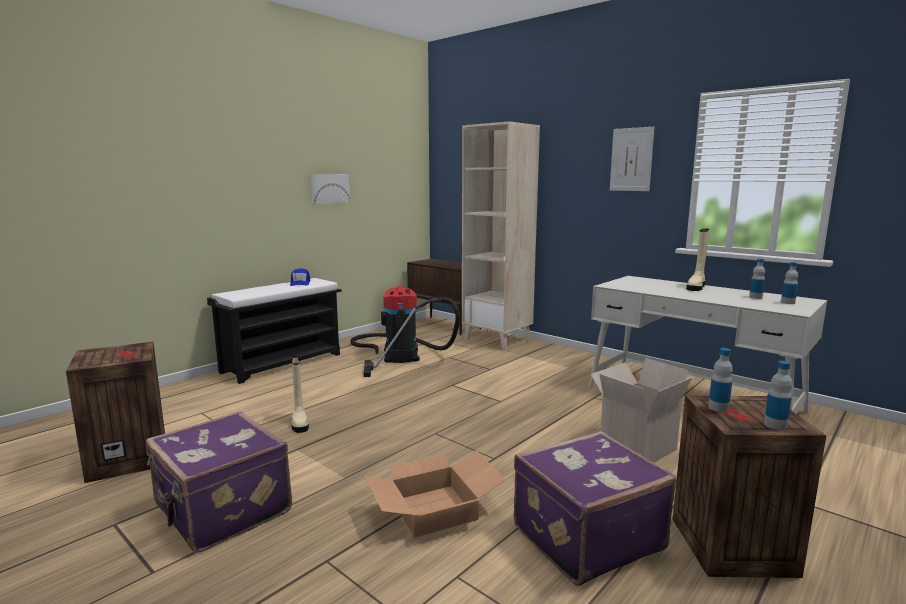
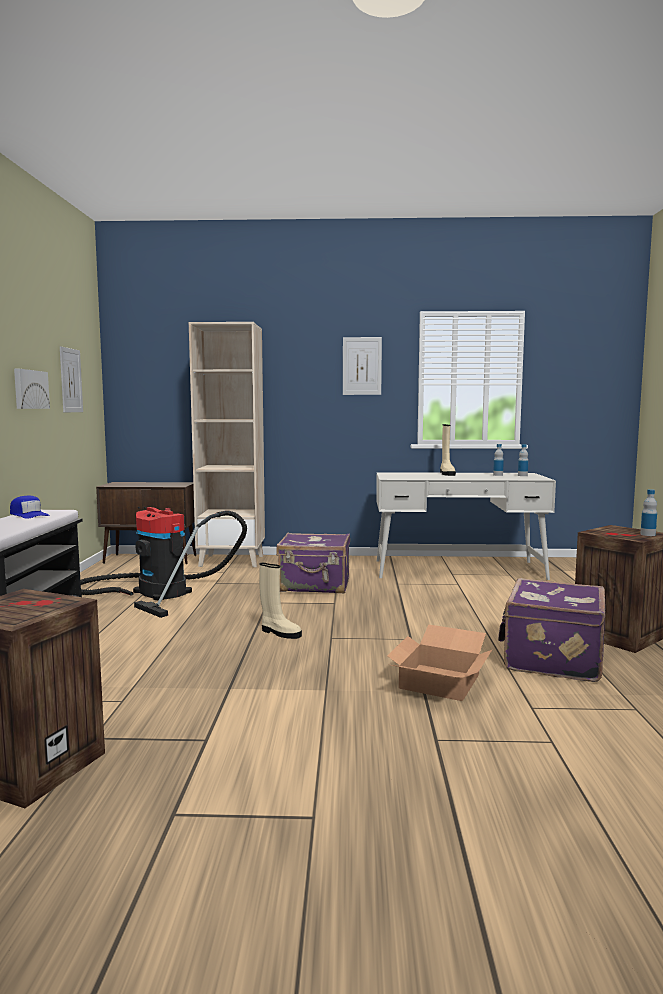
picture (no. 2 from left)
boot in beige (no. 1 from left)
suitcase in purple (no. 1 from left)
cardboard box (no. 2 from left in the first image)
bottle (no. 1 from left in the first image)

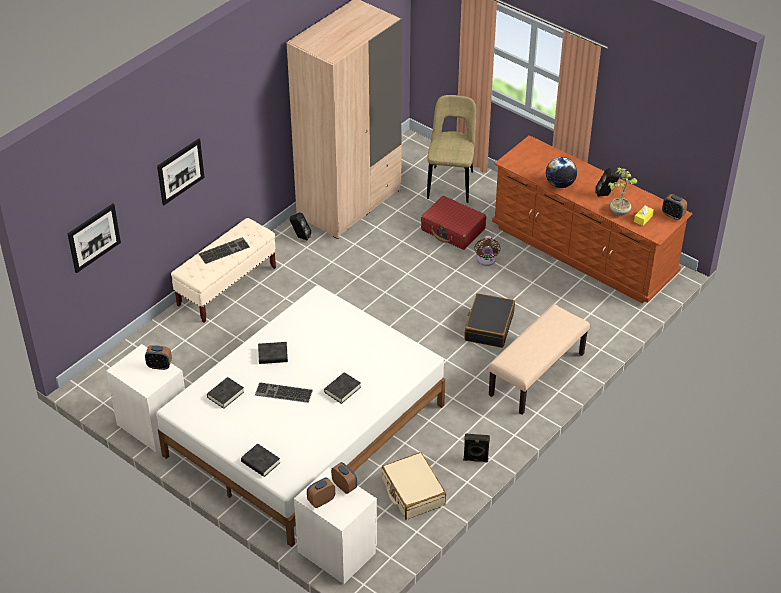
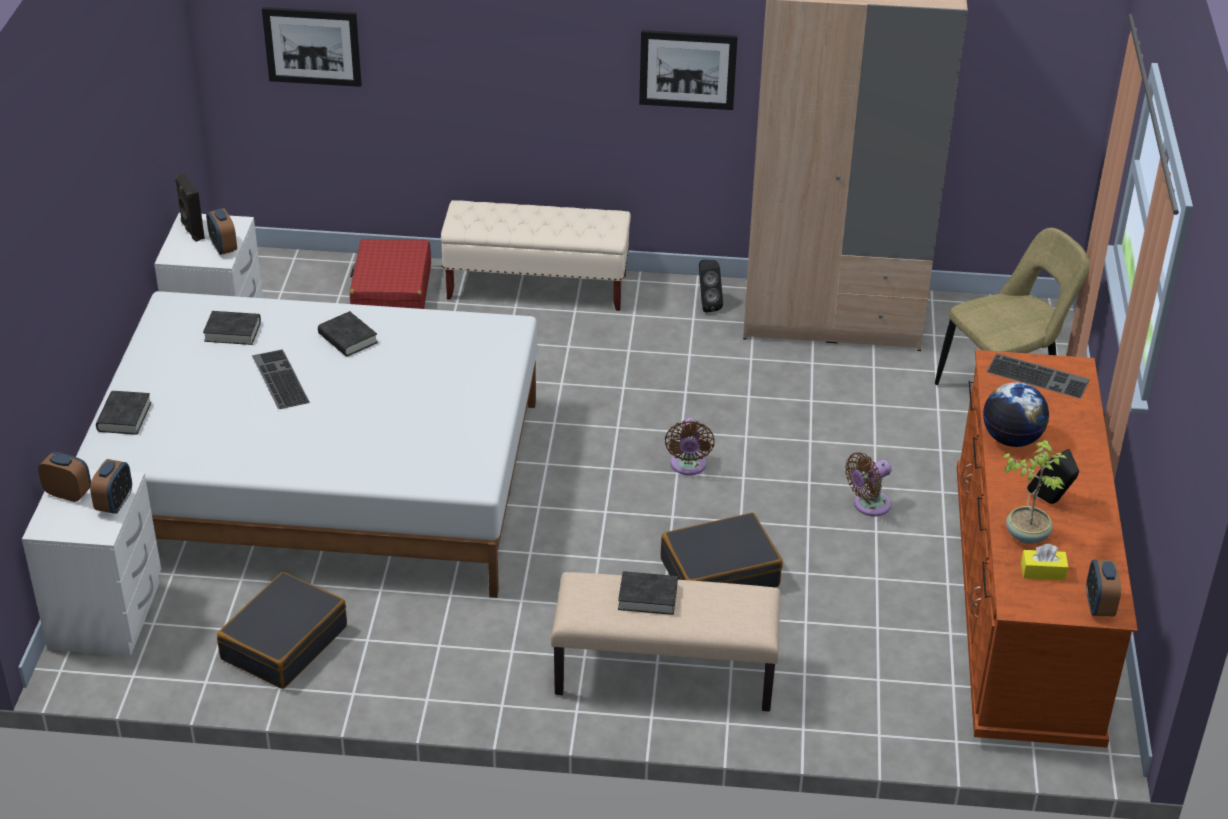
speaker in black (no. 1 from left)
suitcase in black (no. 1 from left)
suitcase in red
book in black (no. 4 from left)
picture (no. 2 from left)
fan in brown (no. 1 from left)
keyboard (no. 2 from left)

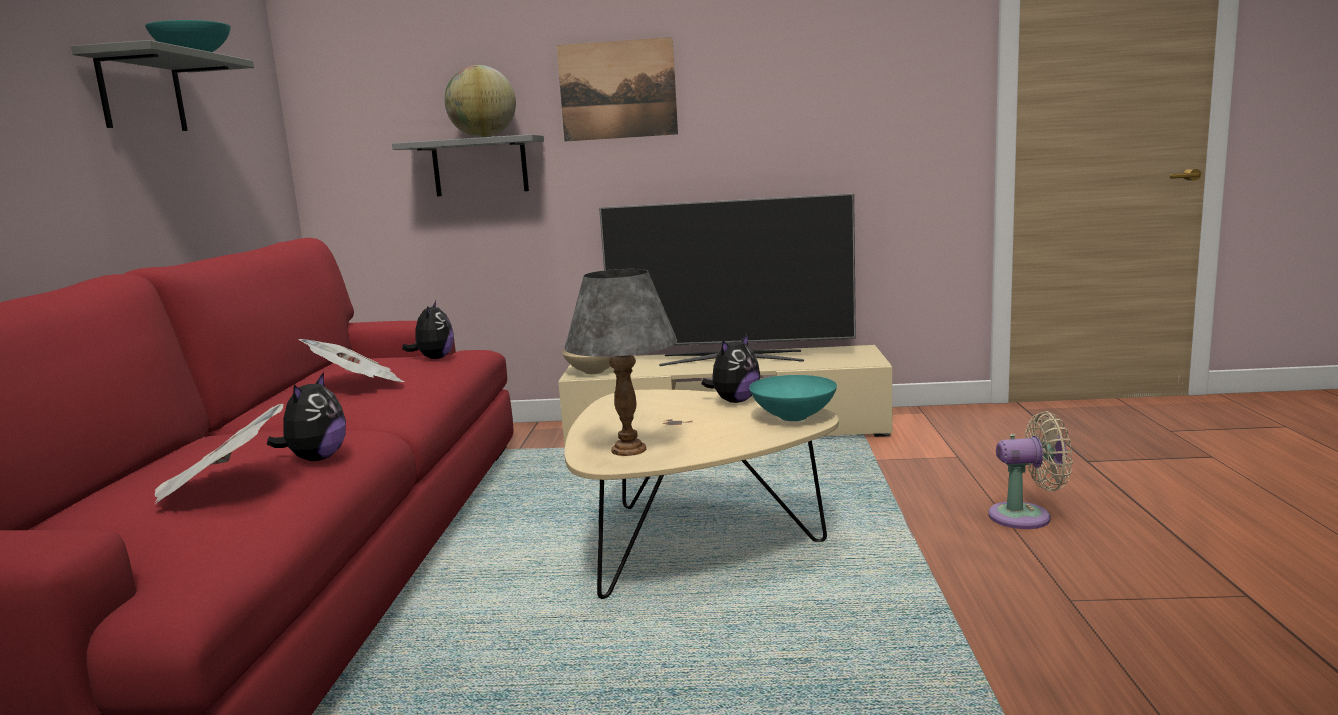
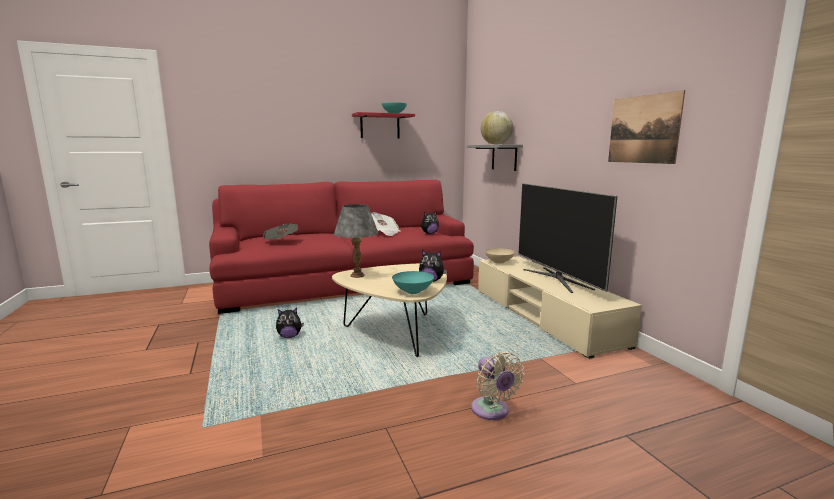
plush toy (no. 1 from left)
shelf in red
picture

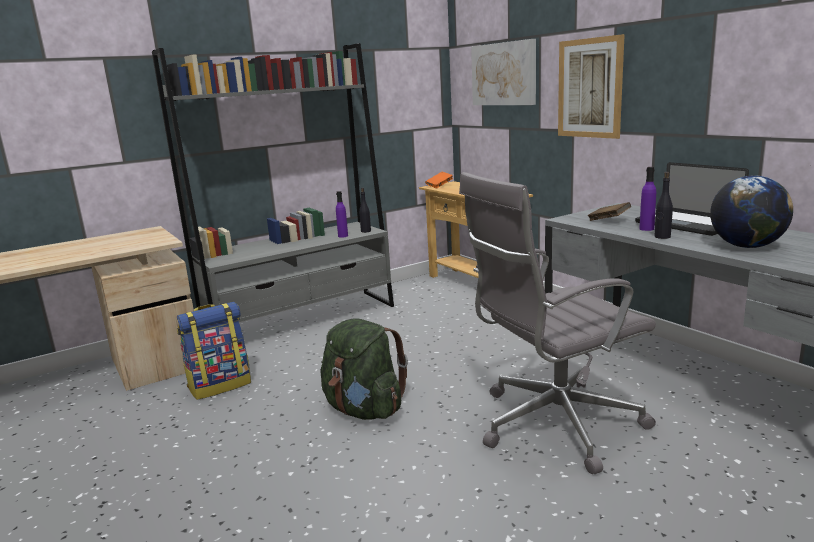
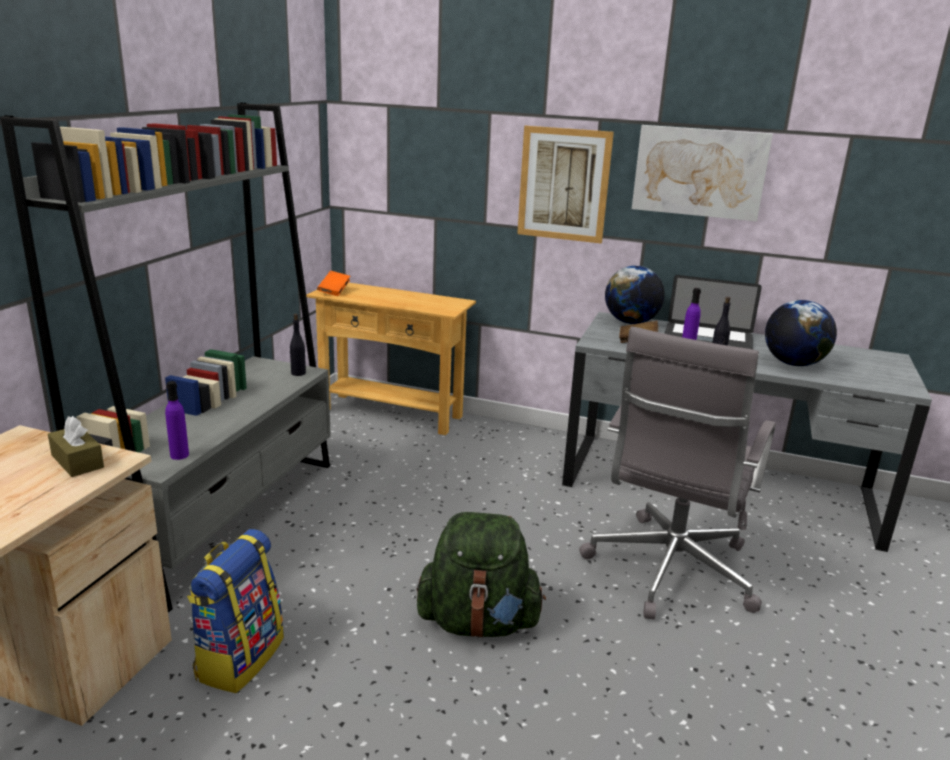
tissue box in brown
bottle in purple (no. 1 from left)
globe (no. 1 from left)
picture (no. 2 from left)

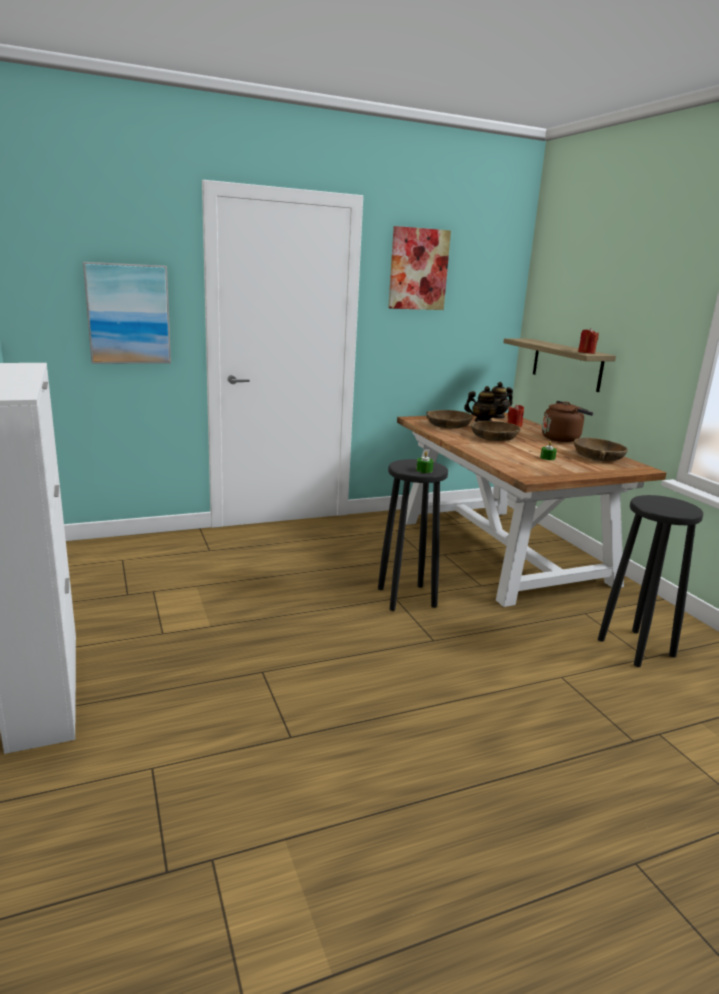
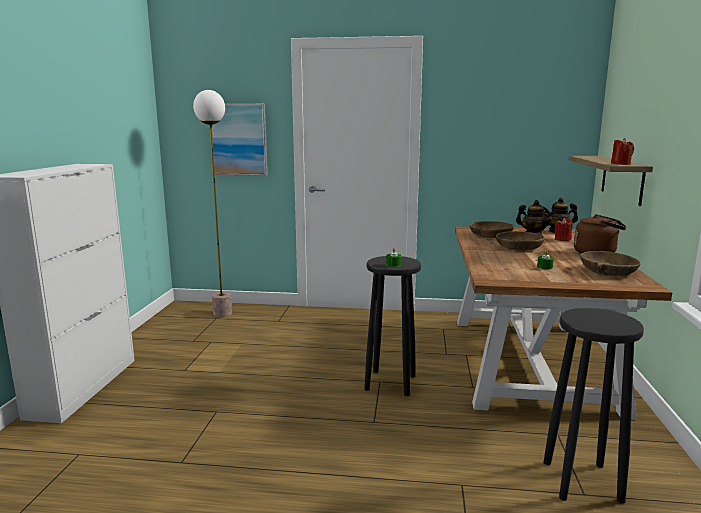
floor lamp
picture (no. 2 from left in the first image)

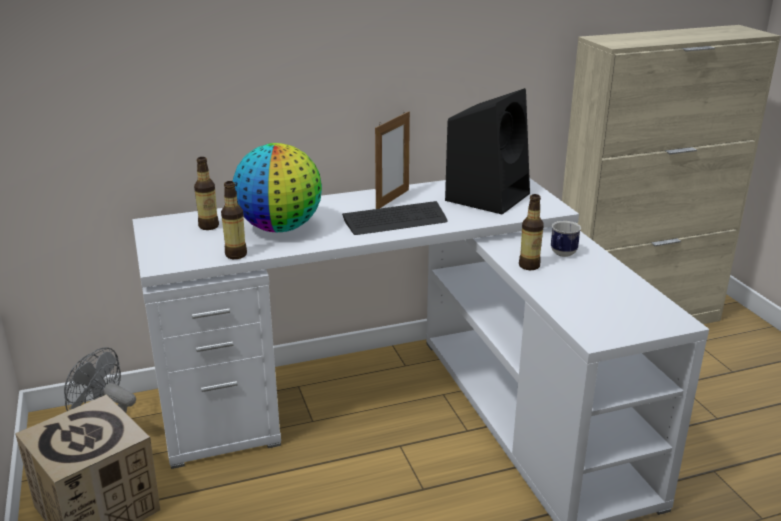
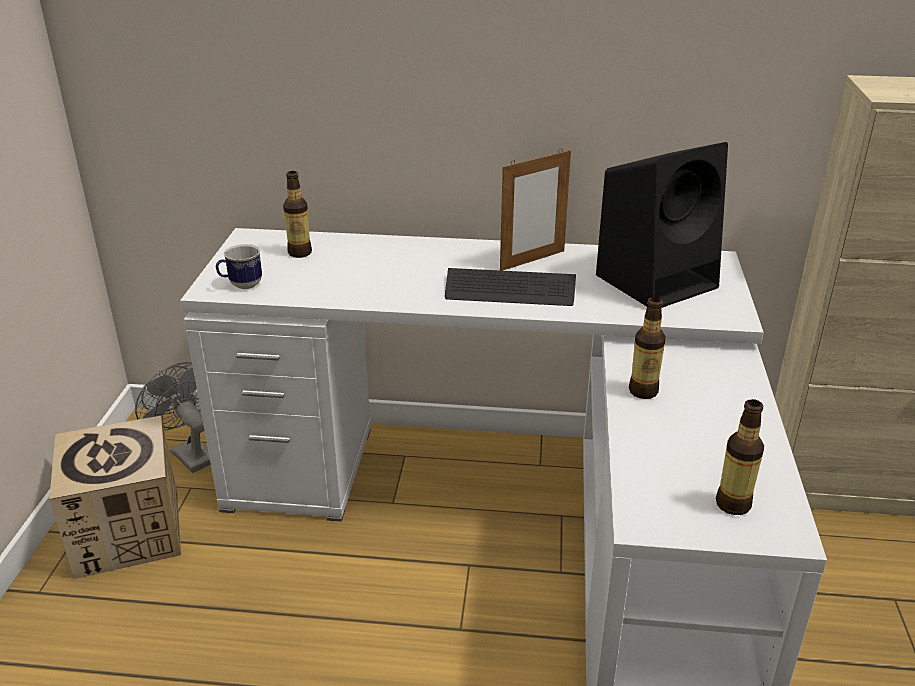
mug
bottle (no. 3 from left)
globe

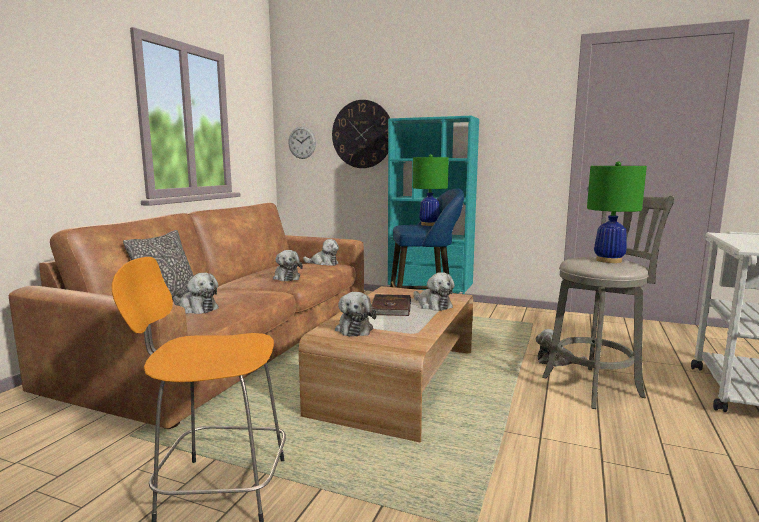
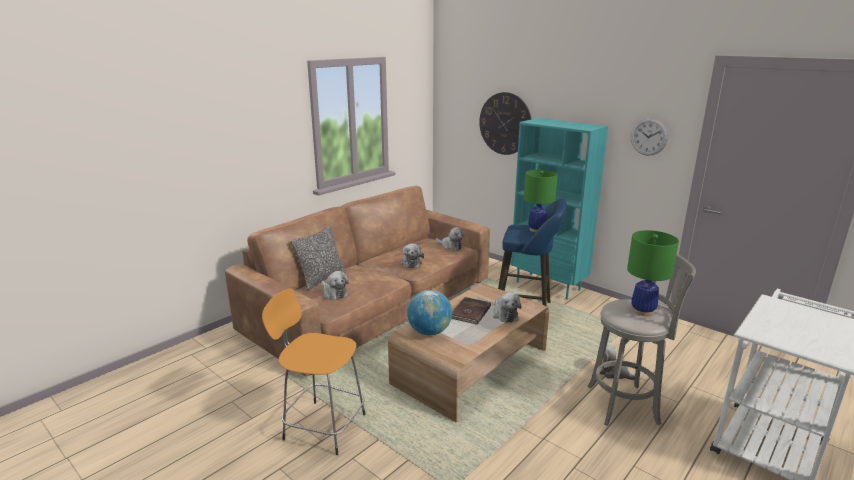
globe
wall clock (no. 2 from left)

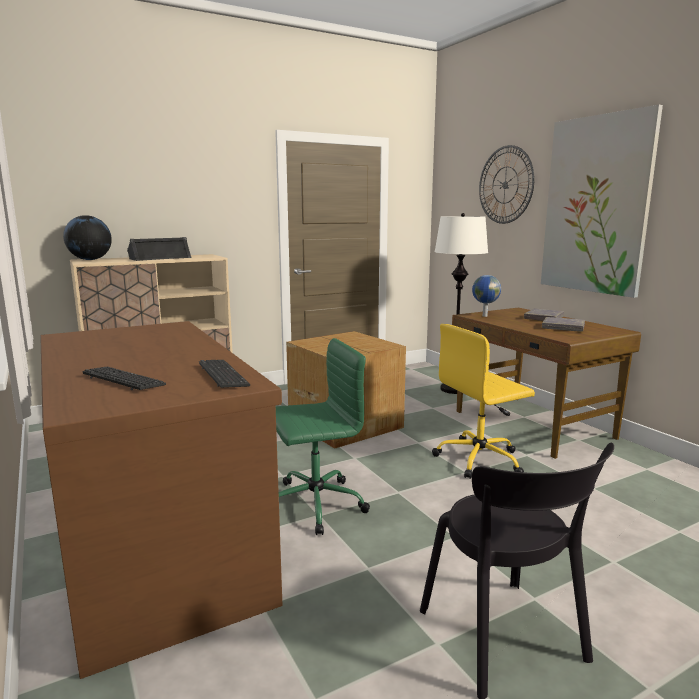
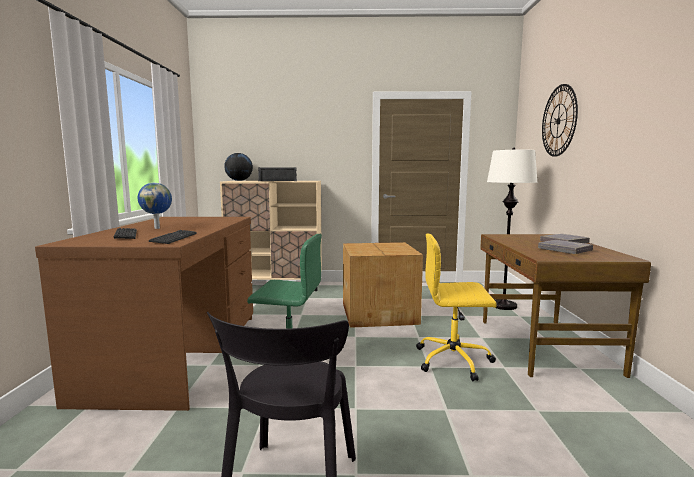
globe (no. 1 from left)
picture

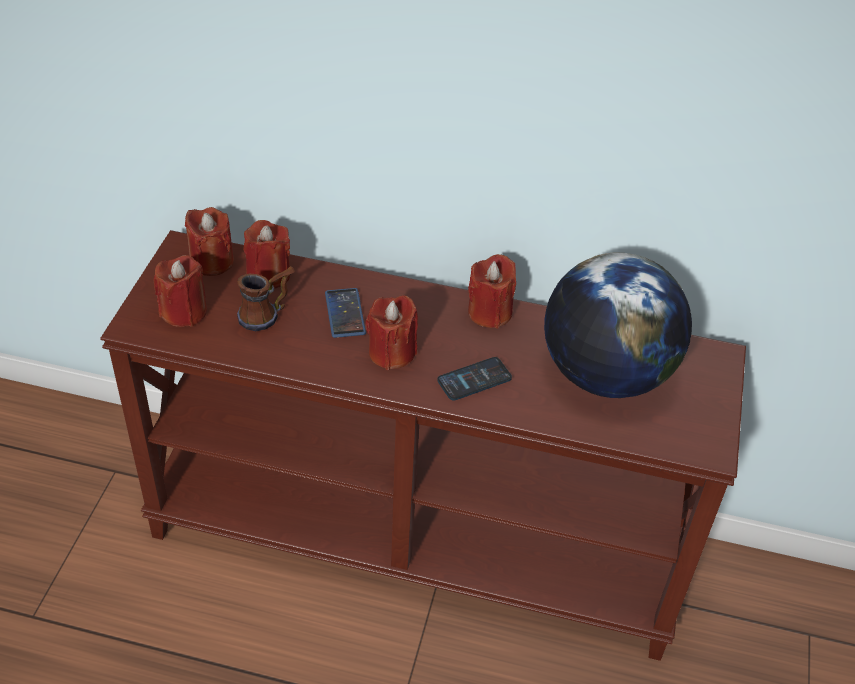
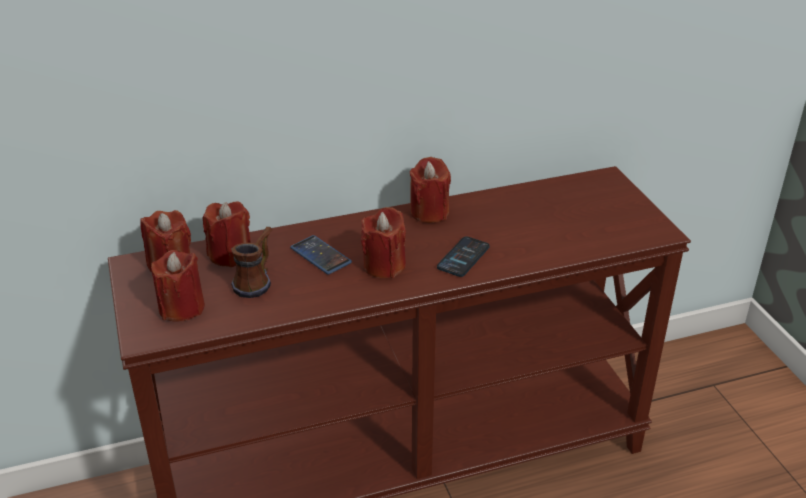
globe

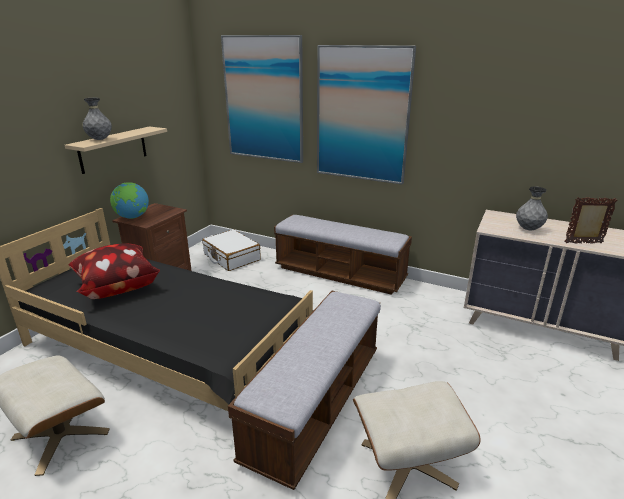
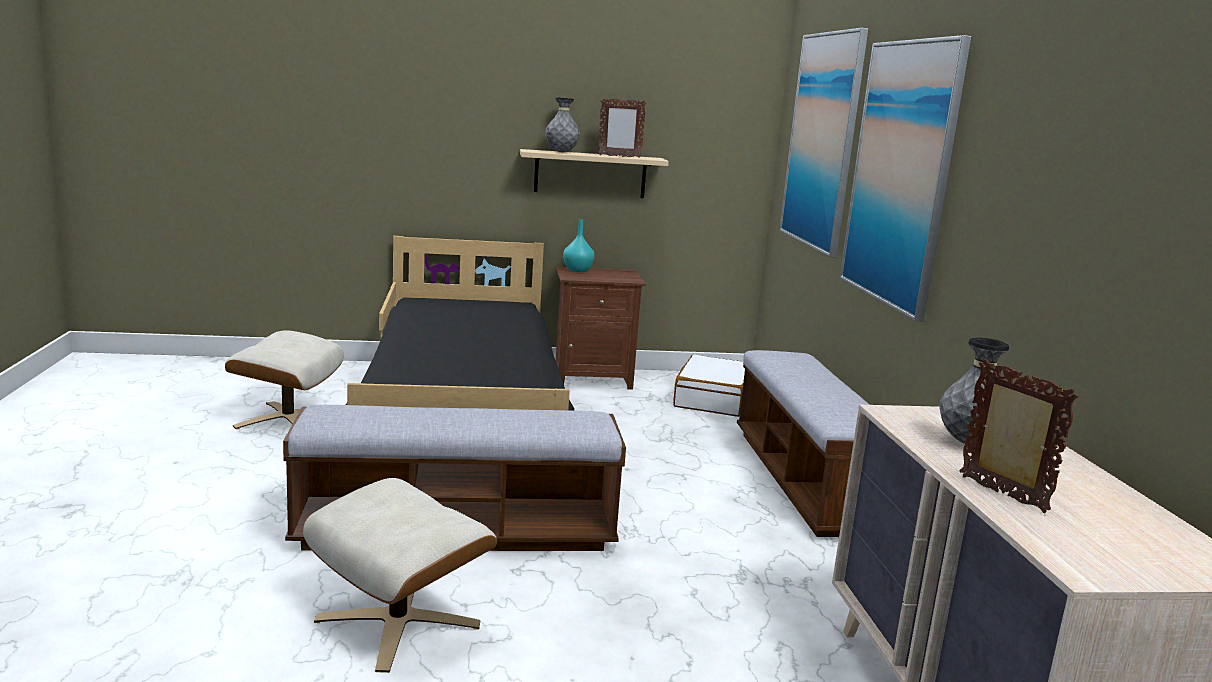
vase in turquoise
picture frame (no. 1 from left)
pillow

